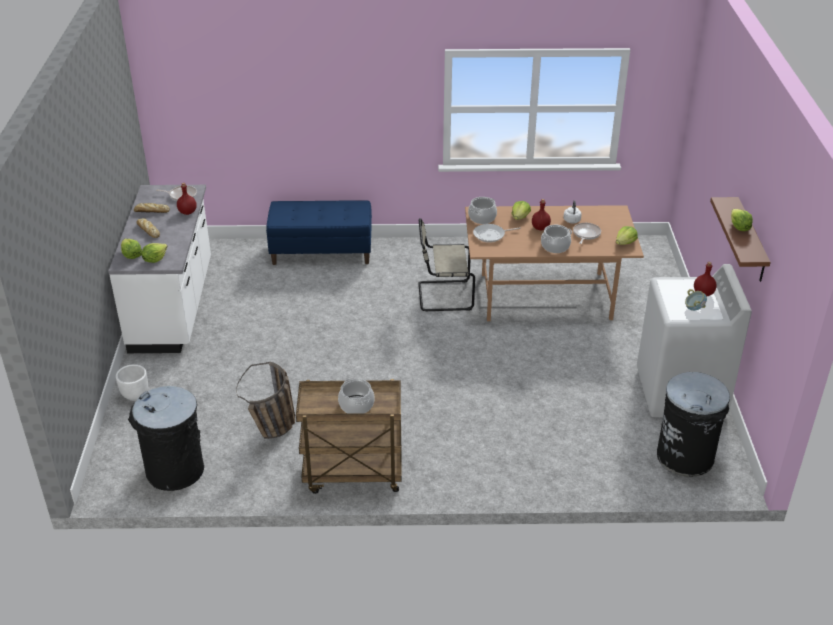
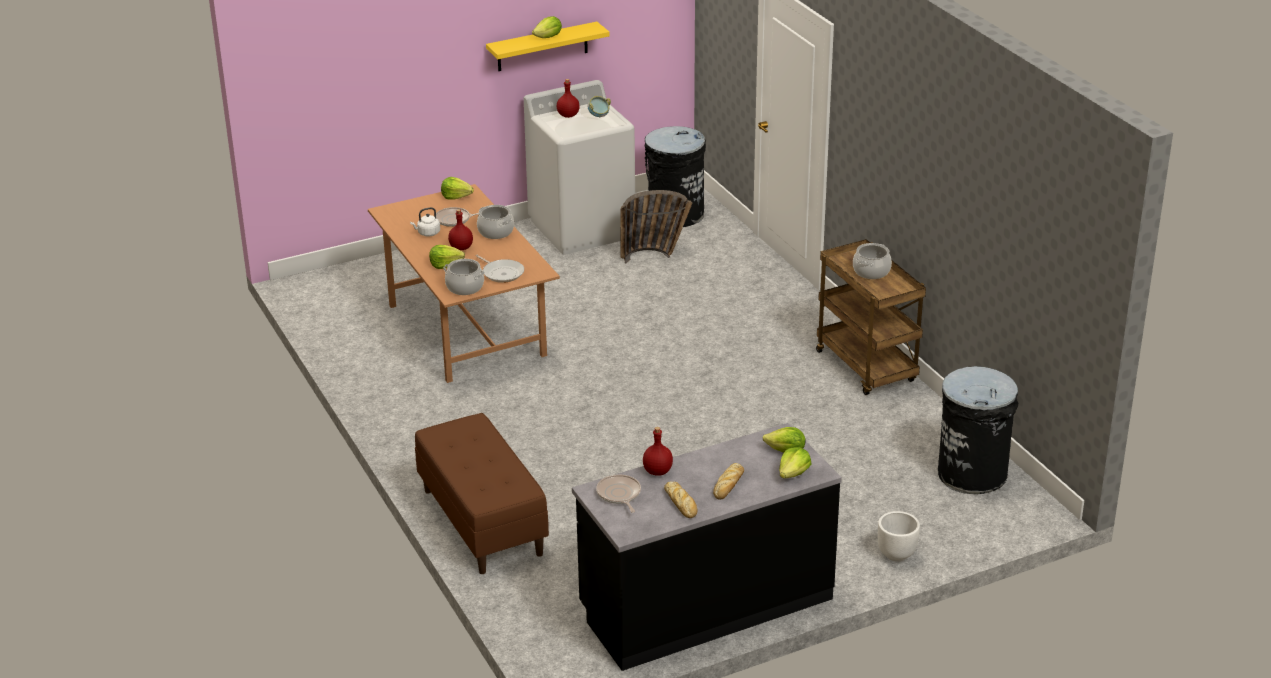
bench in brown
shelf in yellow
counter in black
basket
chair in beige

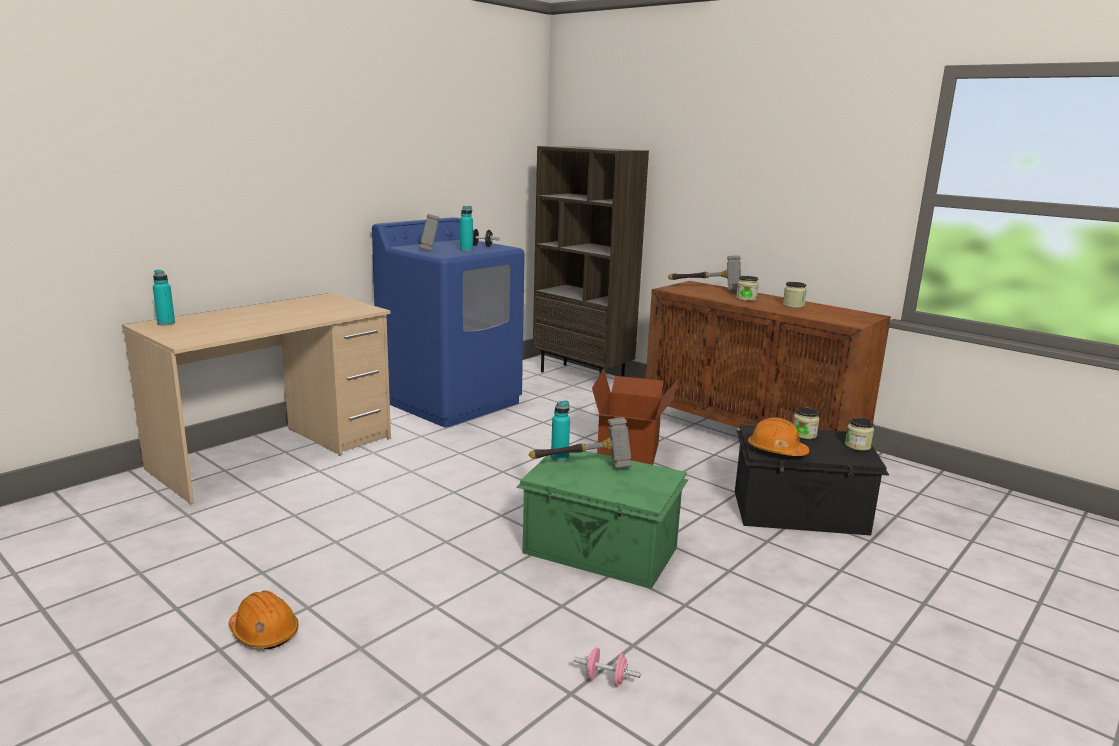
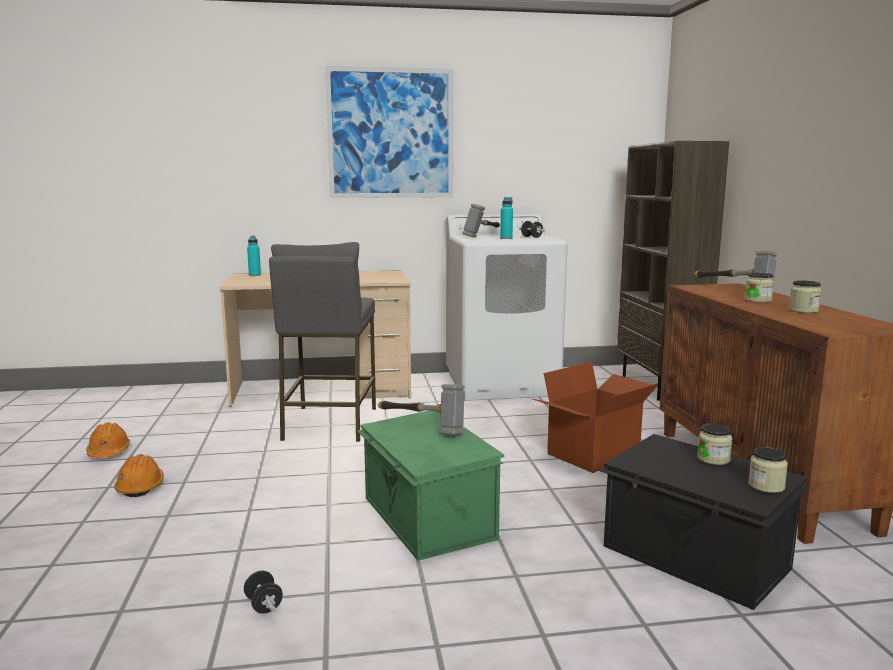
hard hat in orange (no. 1 from left)
dumbbell in black (no. 1 from left)
stool in grey
picture
washing machine in white
bottle in turquoise (no. 3 from left in the first image)

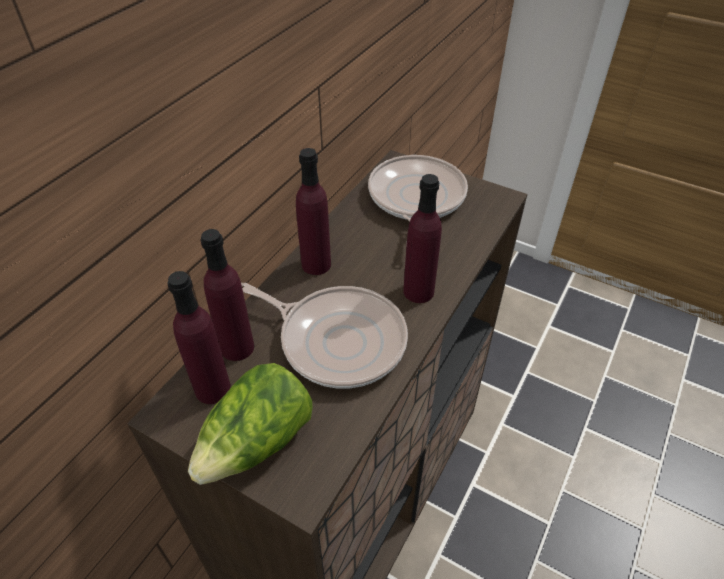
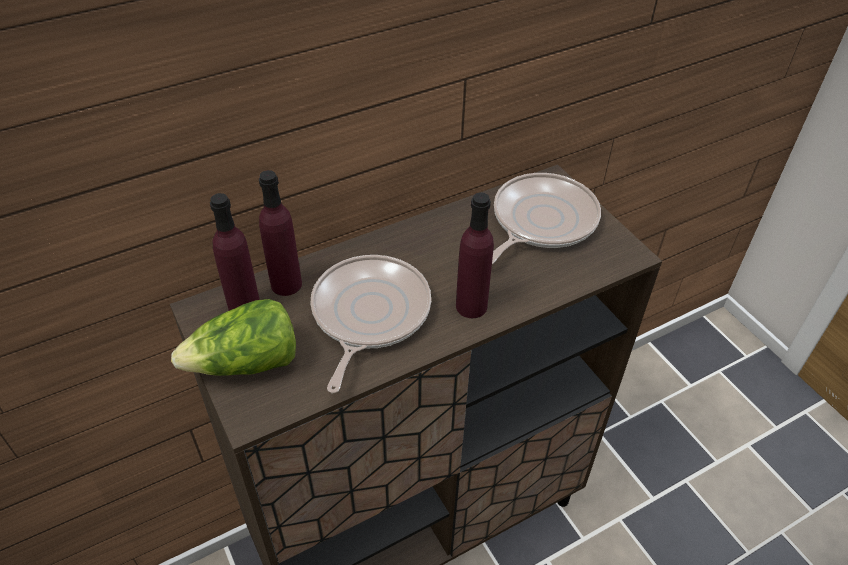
frying pan (no. 1 from left)
bottle in purple (no. 3 from left in the first image)

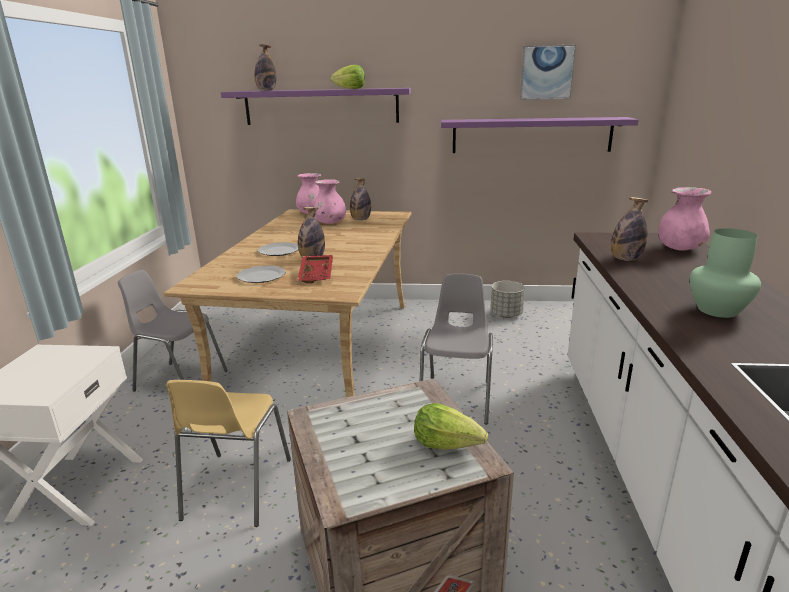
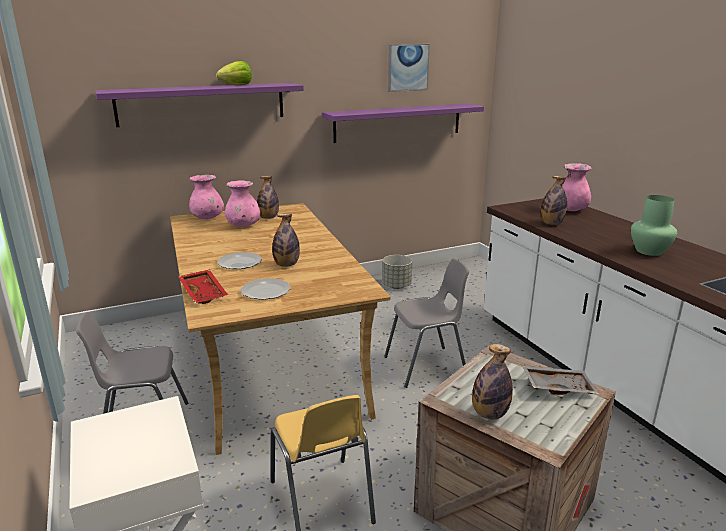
tray in red
chair in grey (no. 2 from left)
bottle (no. 3 from left)
tray in grey

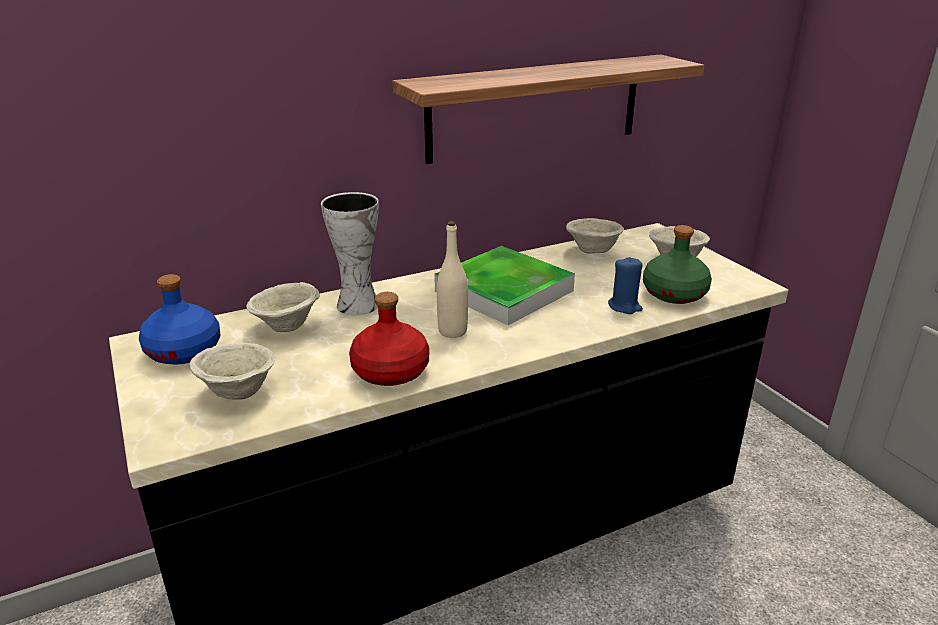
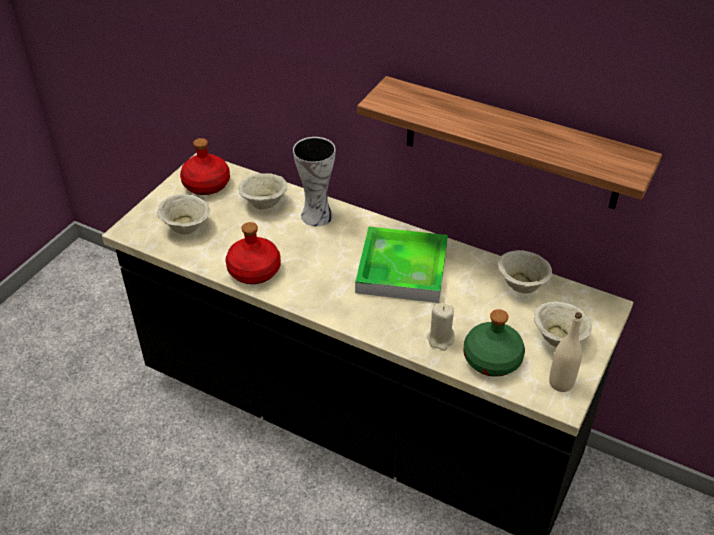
bottle in red (no. 1 from left)
candle in beige
bottle in beige

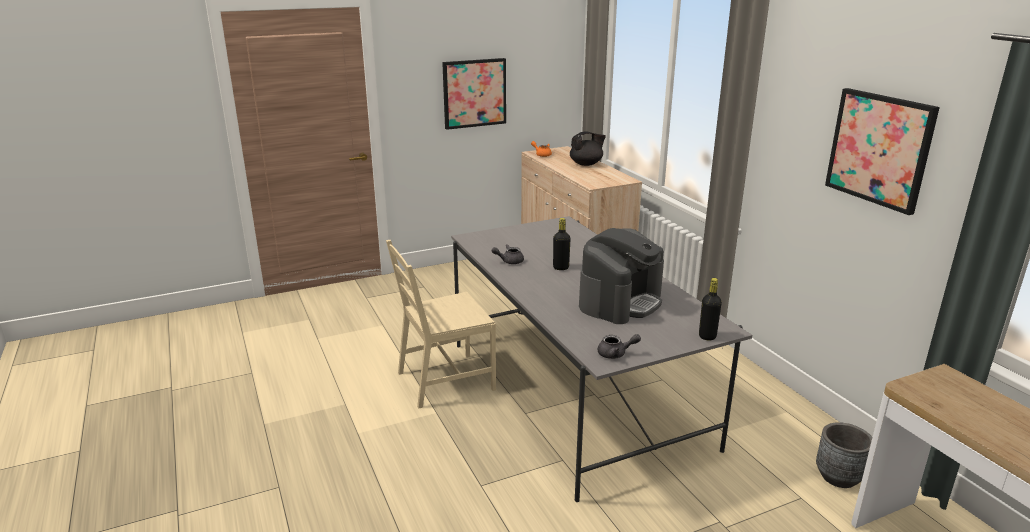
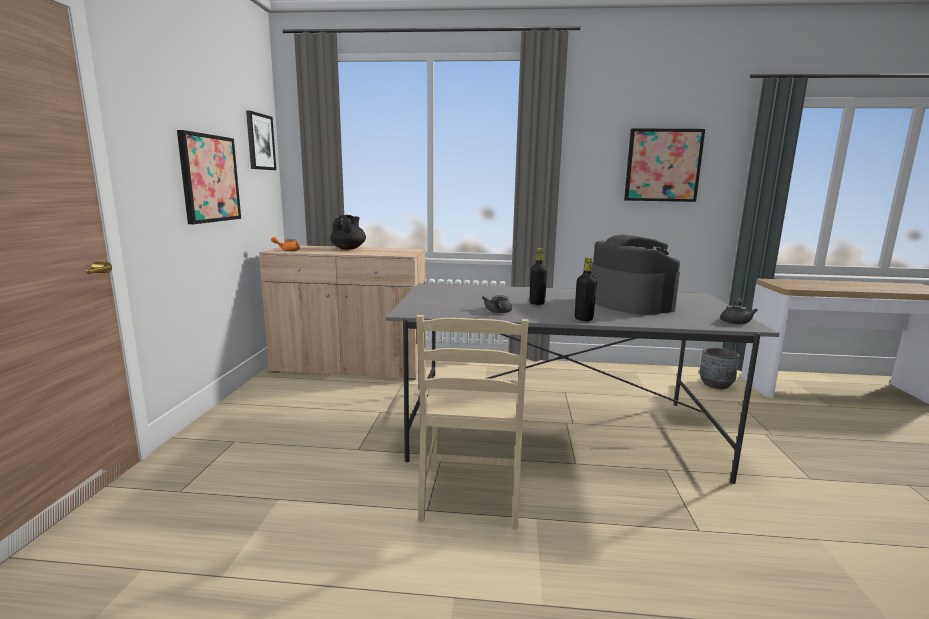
picture (no. 2 from left)
bottle in black (no. 2 from left)

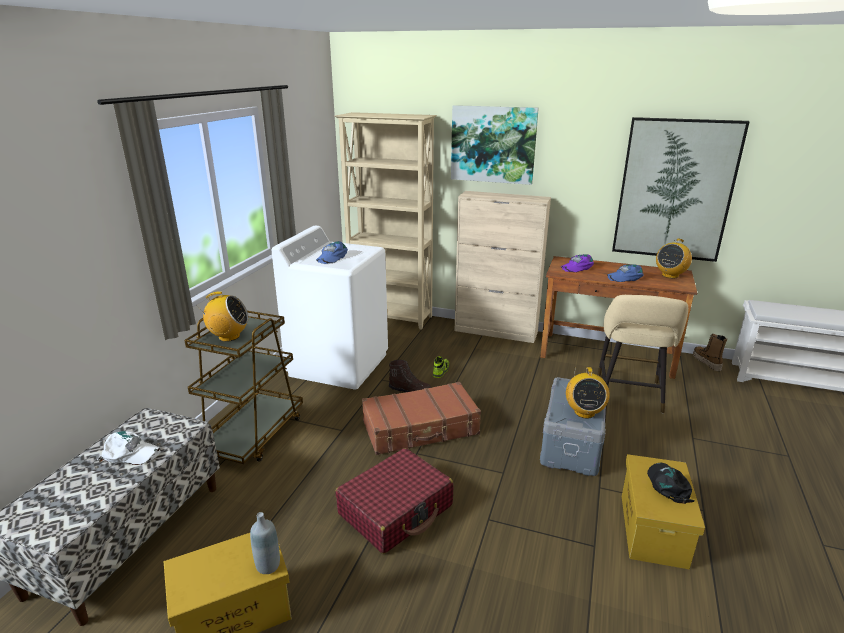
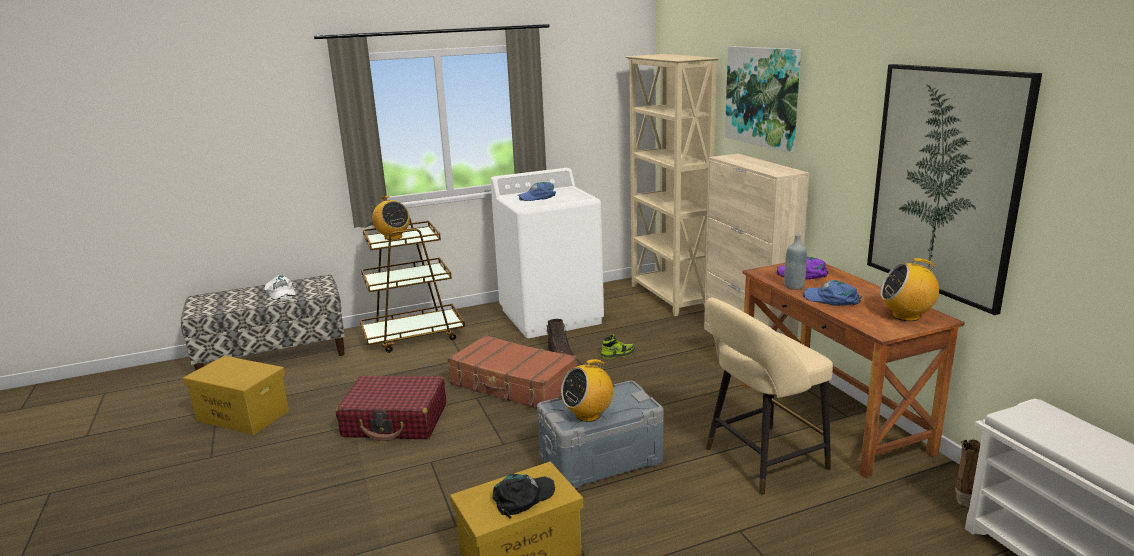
bottle in grey

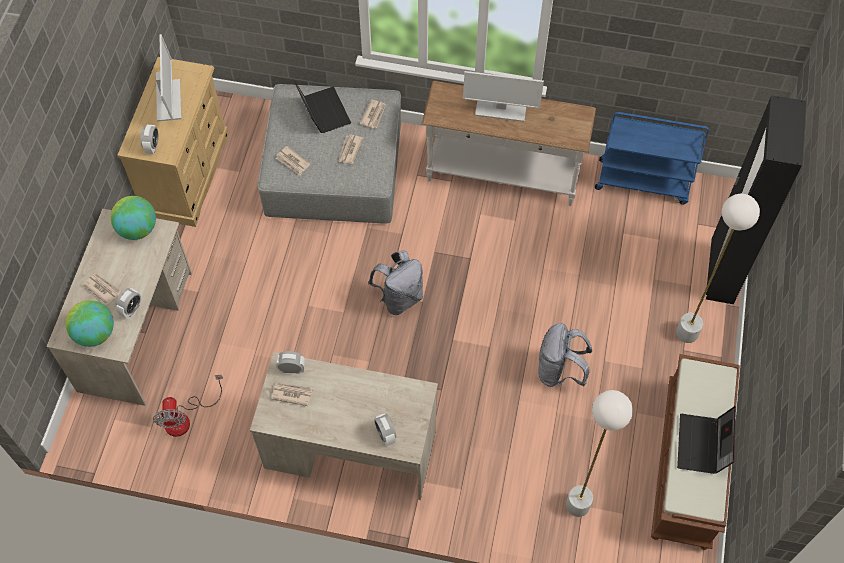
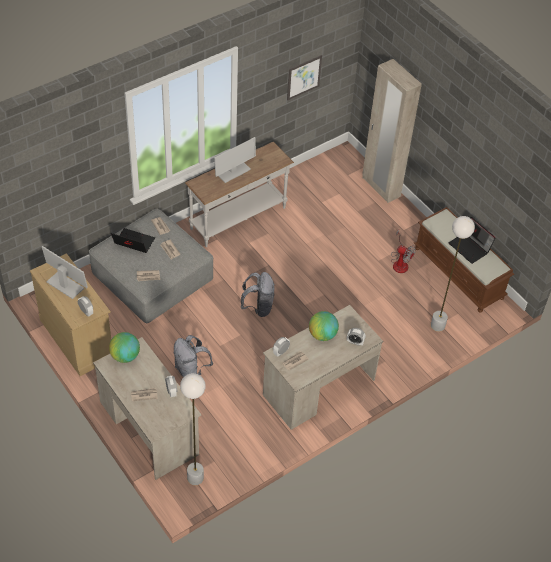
backpack in grey (no. 1 from left)
floor lamp in white (no. 1 from left)
picture
globe (no. 2 from left)
wardrobe in beige
fan
cart in blue

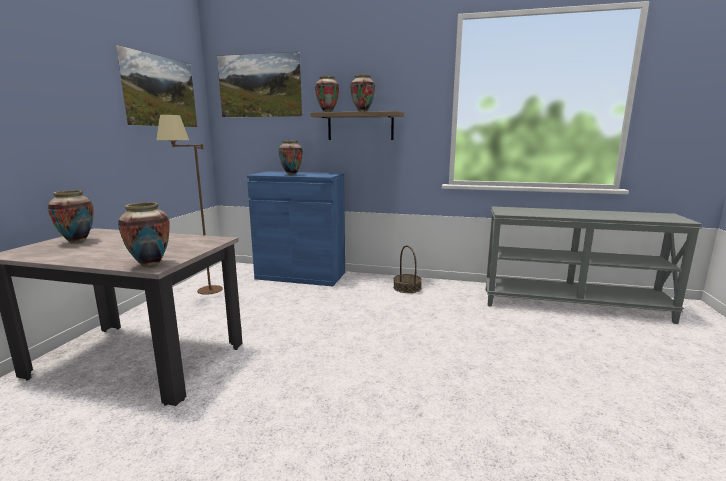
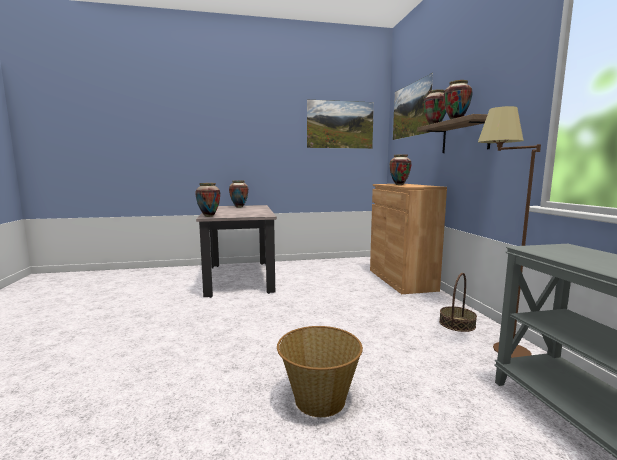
basket (no. 1 from left)
cabinet in brown
floor lamp in brown

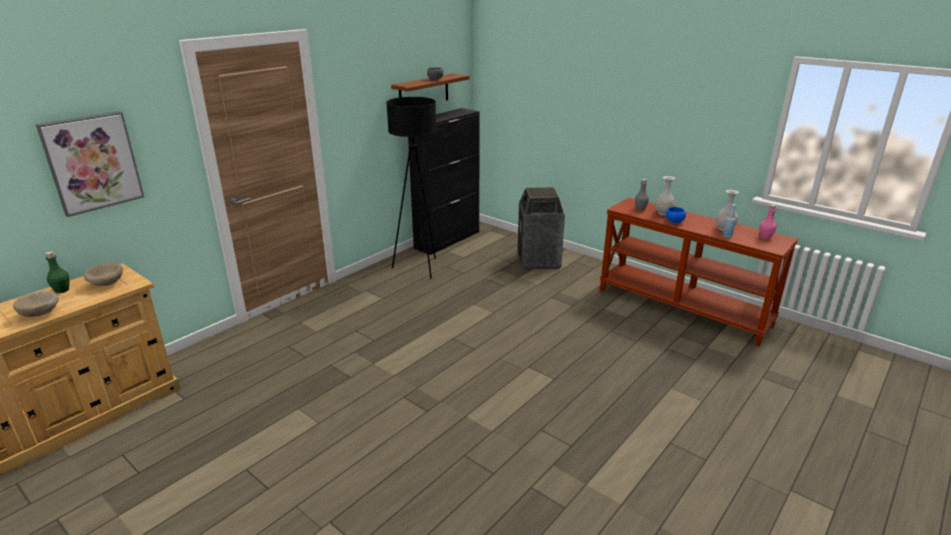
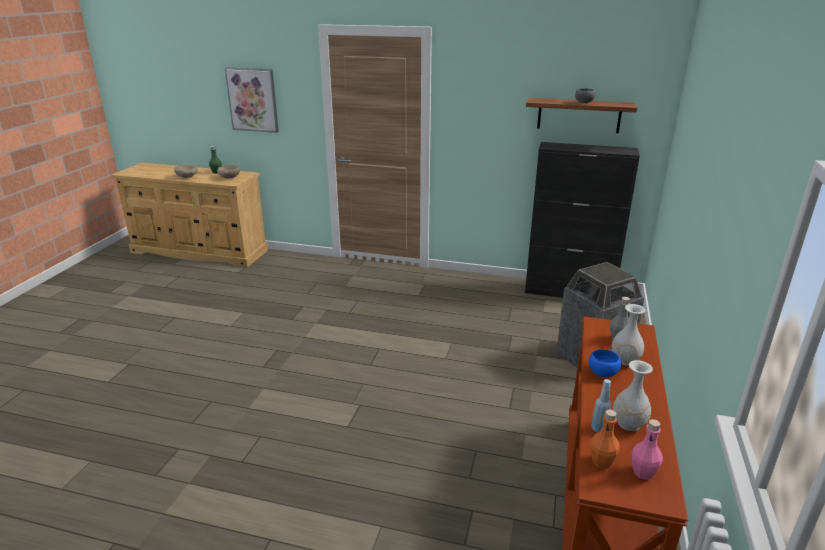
bottle in orange
floor lamp in black

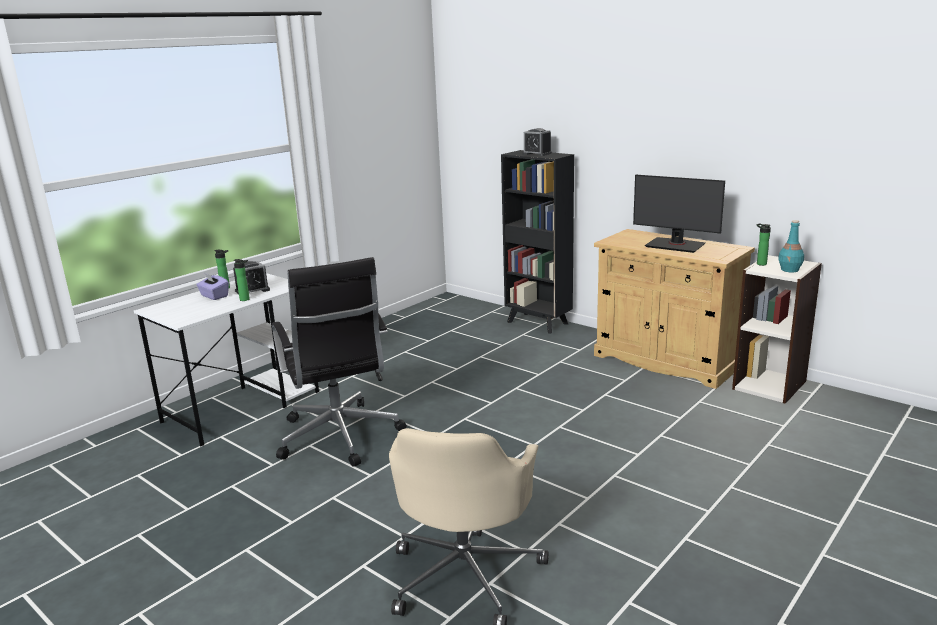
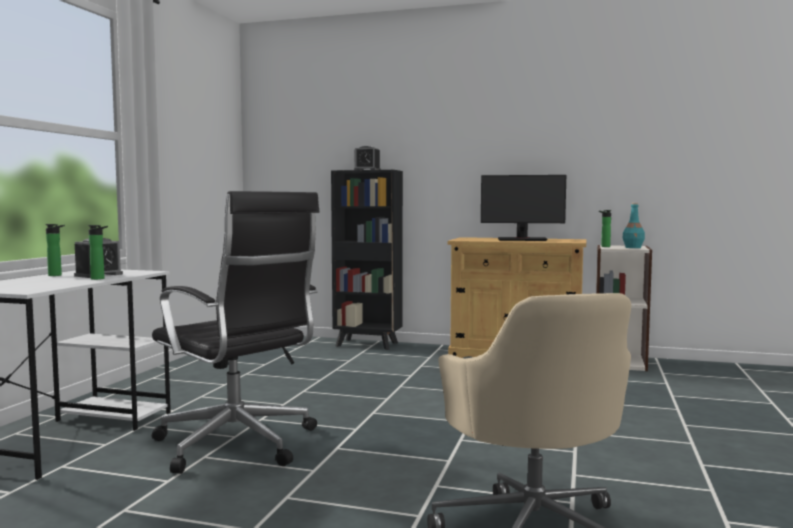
tissue box in purple

